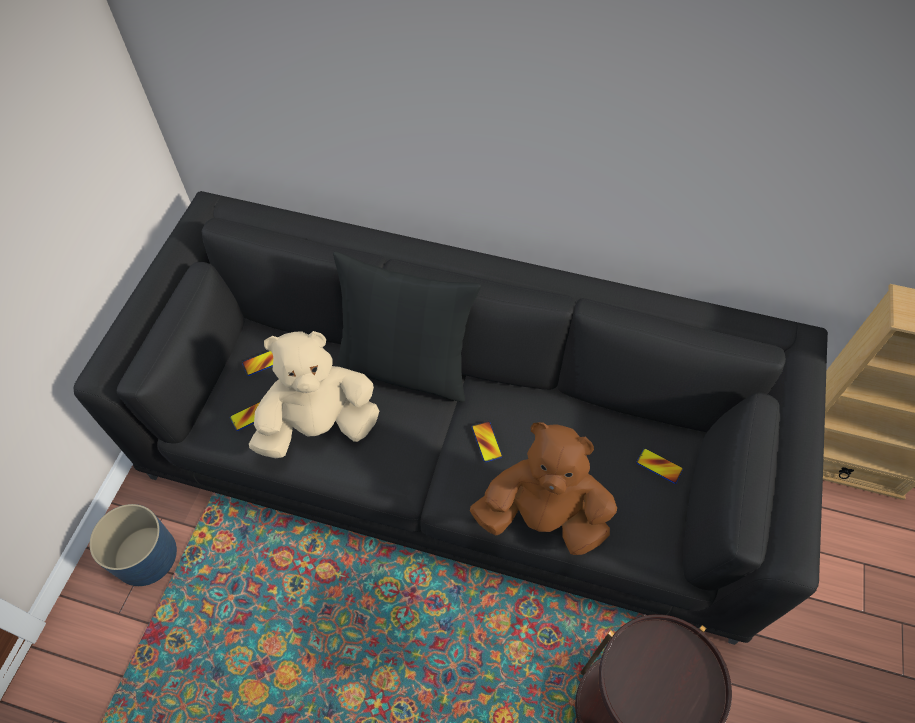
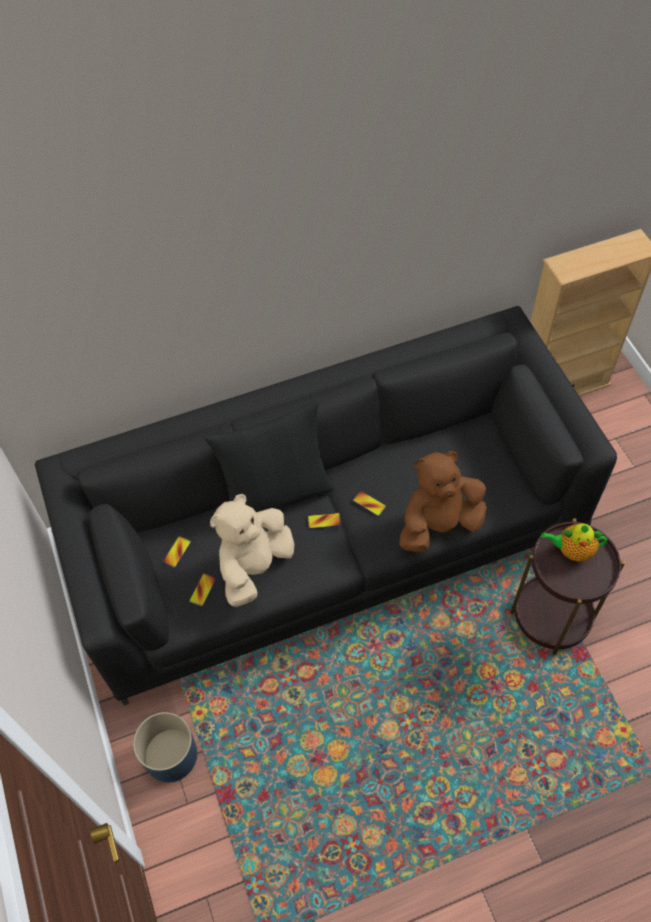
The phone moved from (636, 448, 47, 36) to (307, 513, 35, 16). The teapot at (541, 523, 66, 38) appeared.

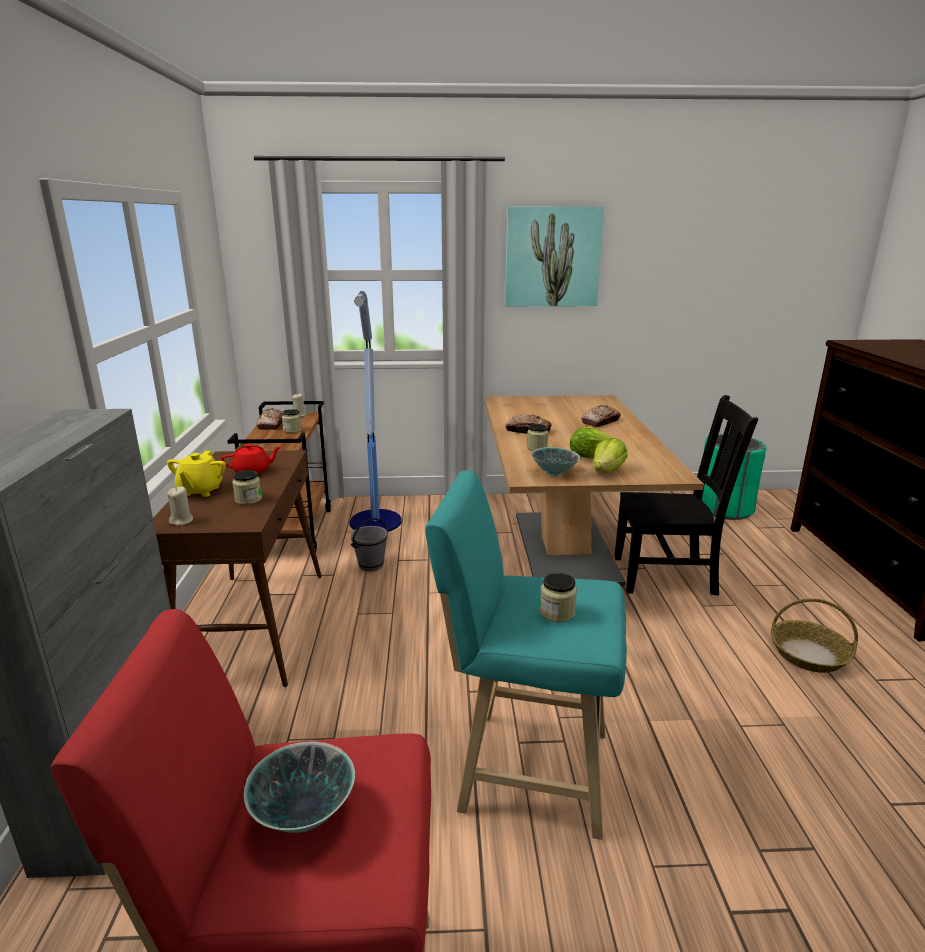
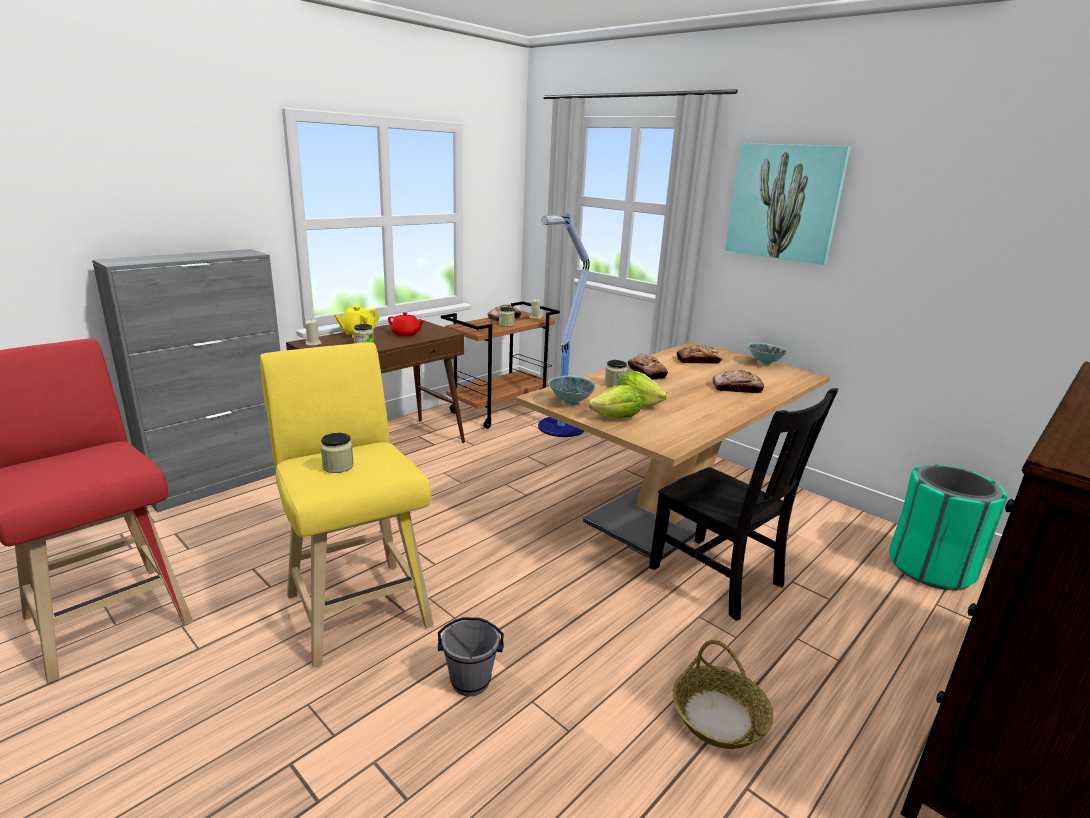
The turquoise stool at (425, 470, 202, 370) became the yellow stool at (260, 342, 174, 326). The grey bucket moved from (351, 518, 37, 54) to (438, 617, 66, 79). The bread at (677, 345, 45, 19) appeared. The bowl moved from (244, 742, 111, 91) to (748, 343, 40, 23).

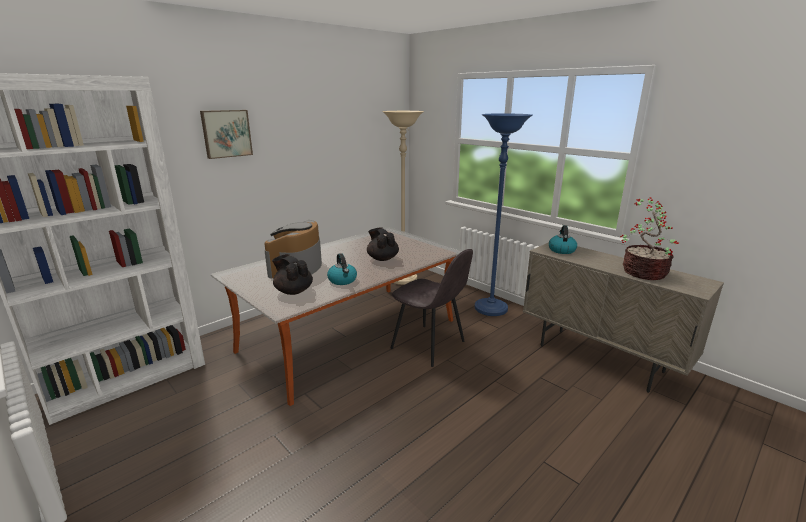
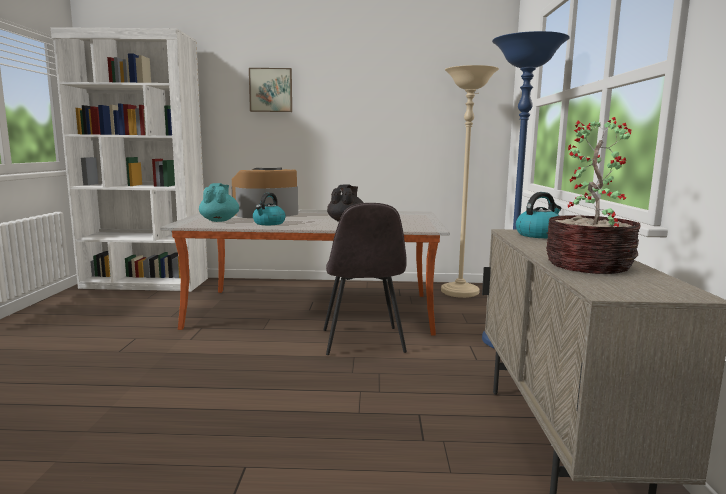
The black teapot at (272, 254, 41, 41) became the turquoise teapot at (199, 183, 40, 39).

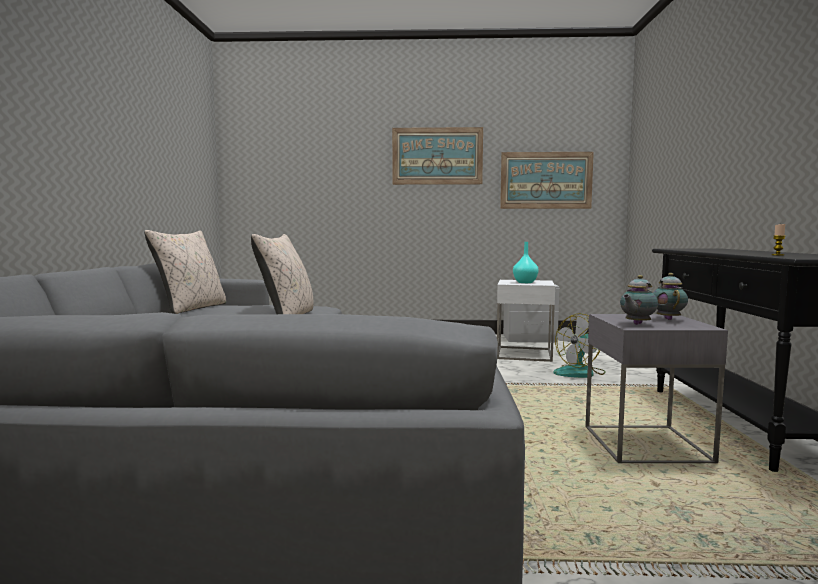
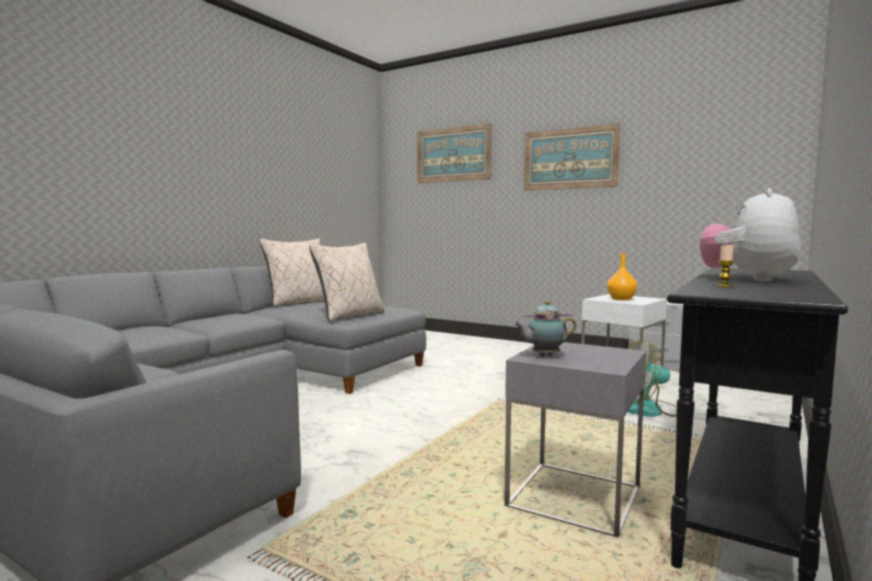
The picture moved from (500, 152, 94, 57) to (417, 123, 75, 60). The turquoise vase at (513, 242, 26, 41) became the orange vase at (607, 253, 30, 47). The plush toy at (700, 188, 101, 94) appeared. The teapot at (653, 273, 35, 47) disappeared.

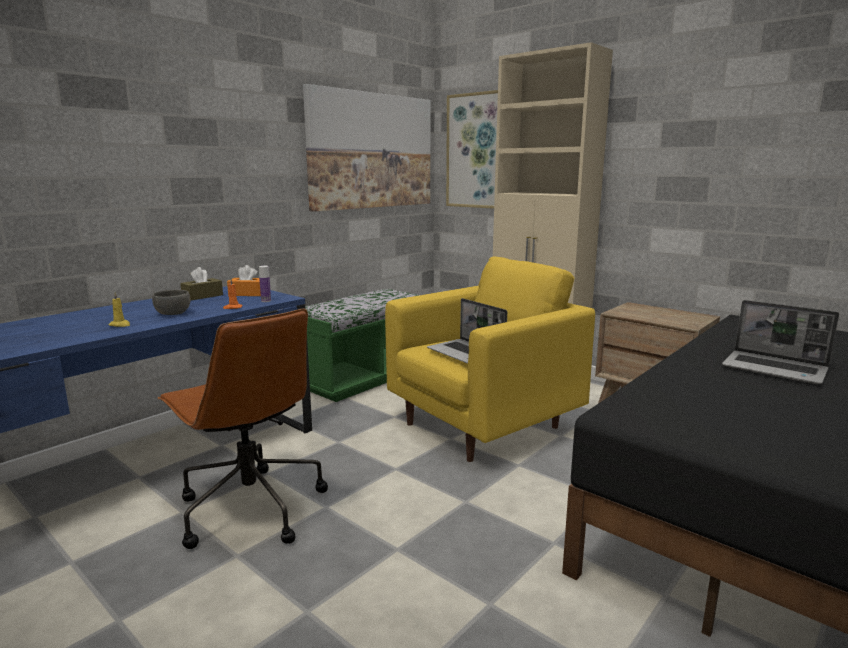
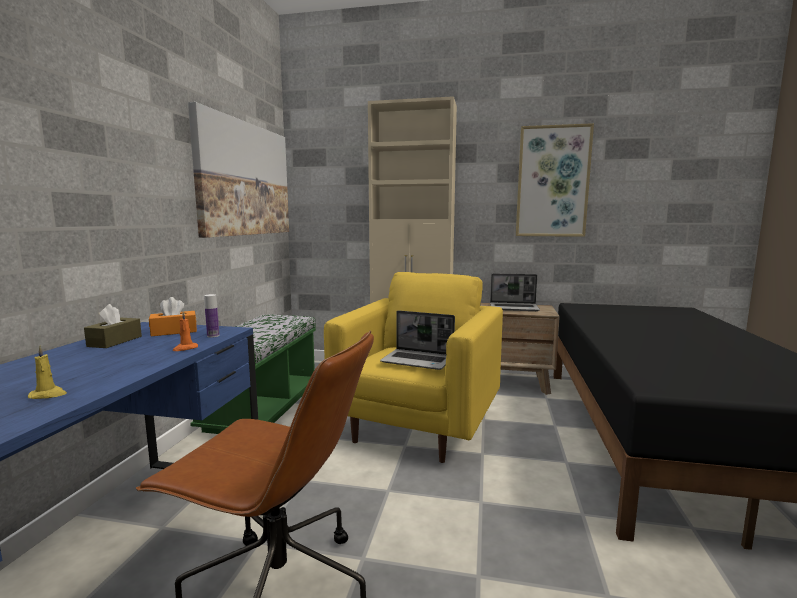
The laptop moved from (722, 300, 117, 84) to (490, 273, 50, 38). The picture moved from (446, 90, 52, 119) to (516, 123, 78, 114). The grey bowl at (152, 290, 38, 25) disappeared.

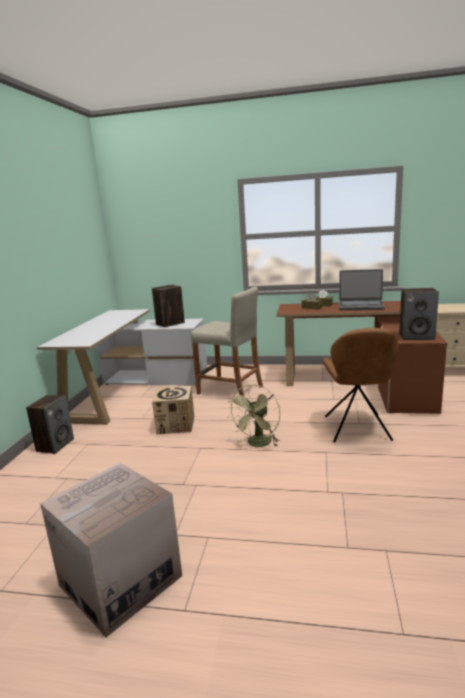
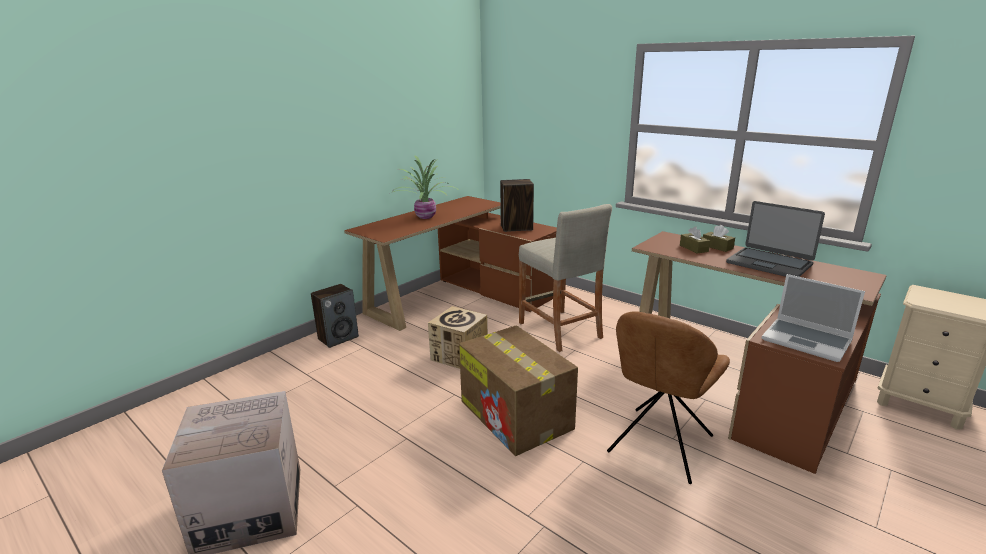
The white desk at (37, 309, 170, 116) became the brown desk at (344, 196, 213, 135). The potted plant at (391, 155, 66, 64) appeared. The green fan at (228, 384, 52, 63) was replaced by the cardboard box at (459, 326, 119, 130). The speaker at (399, 288, 40, 52) was replaced by the laptop at (762, 274, 103, 88).

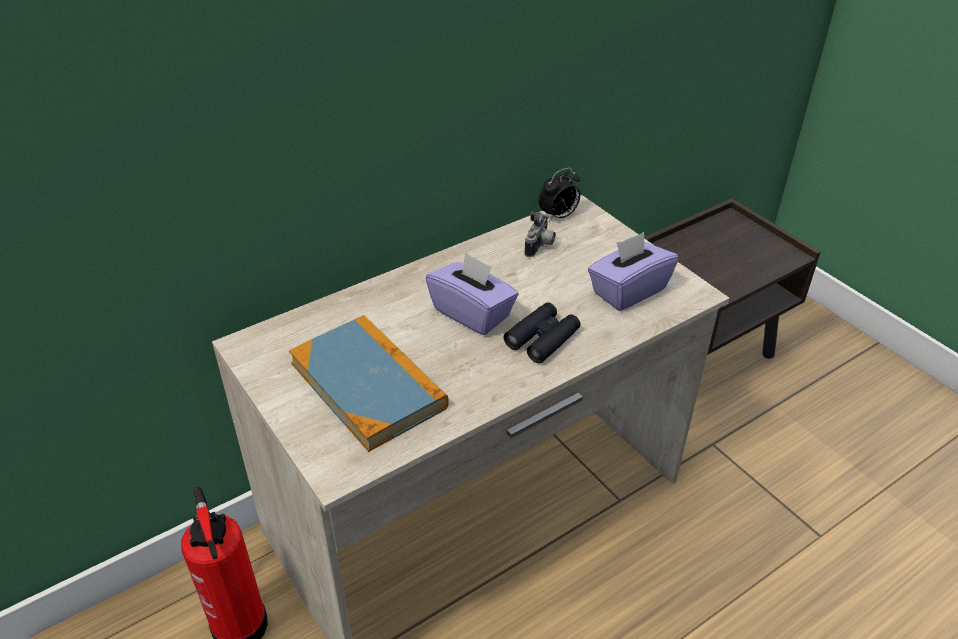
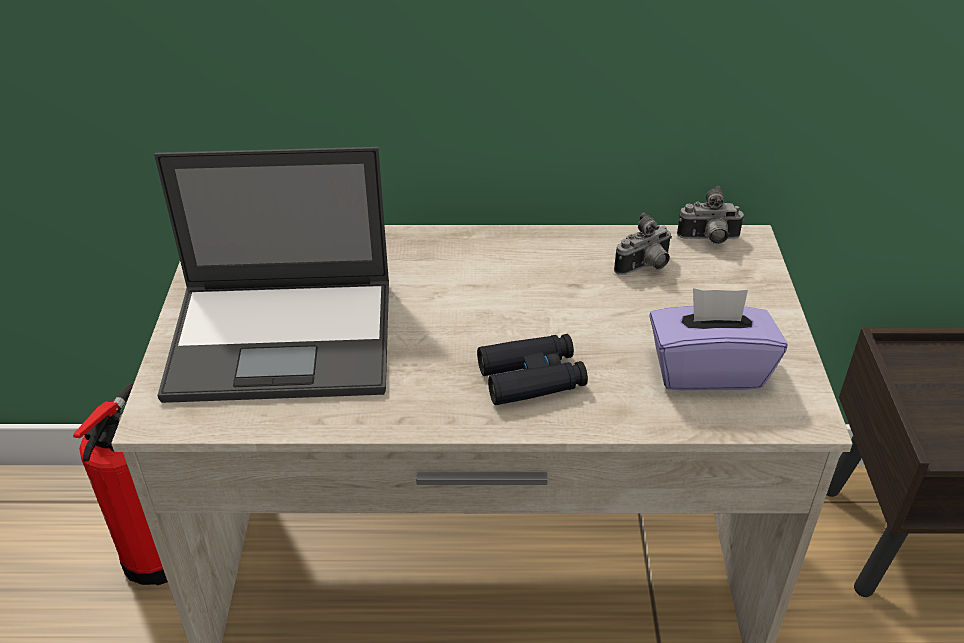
The book at (289, 315, 160, 137) was replaced by the laptop at (154, 147, 235, 256). The alarm clock at (538, 168, 42, 54) was replaced by the photo camera at (677, 186, 67, 58). The purple tissue box at (426, 253, 93, 82) disappeared.

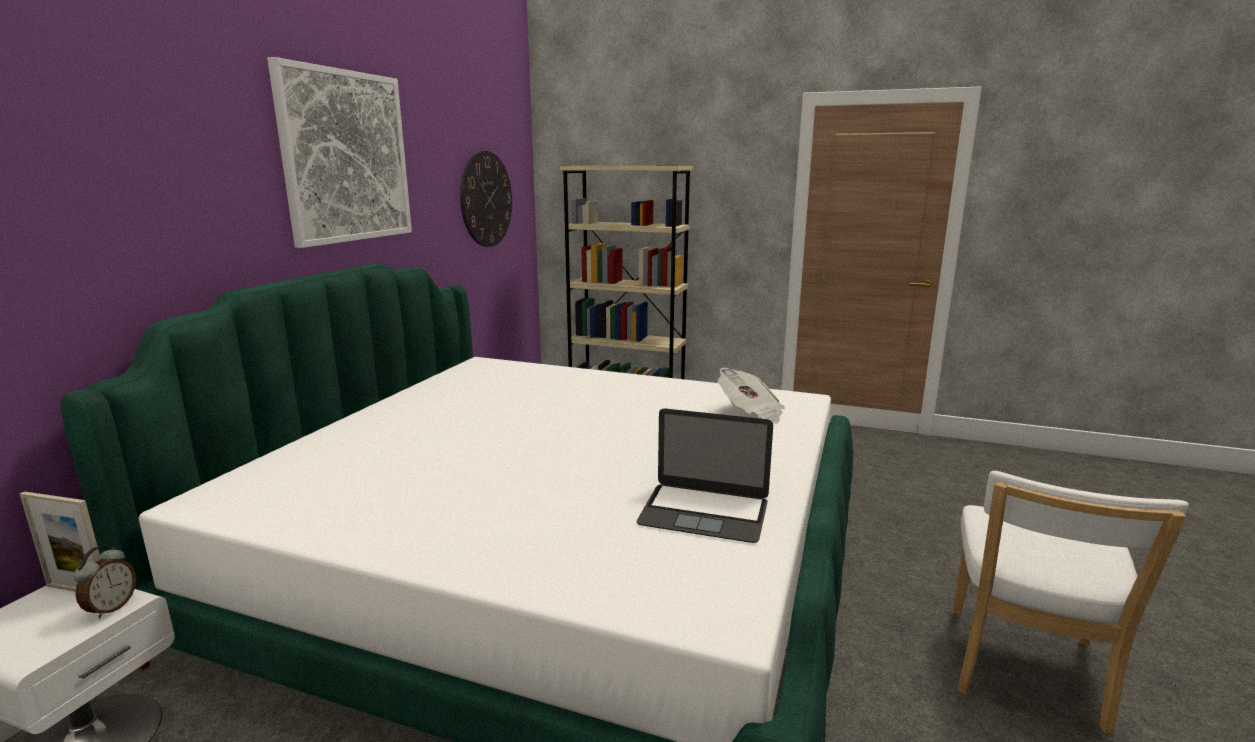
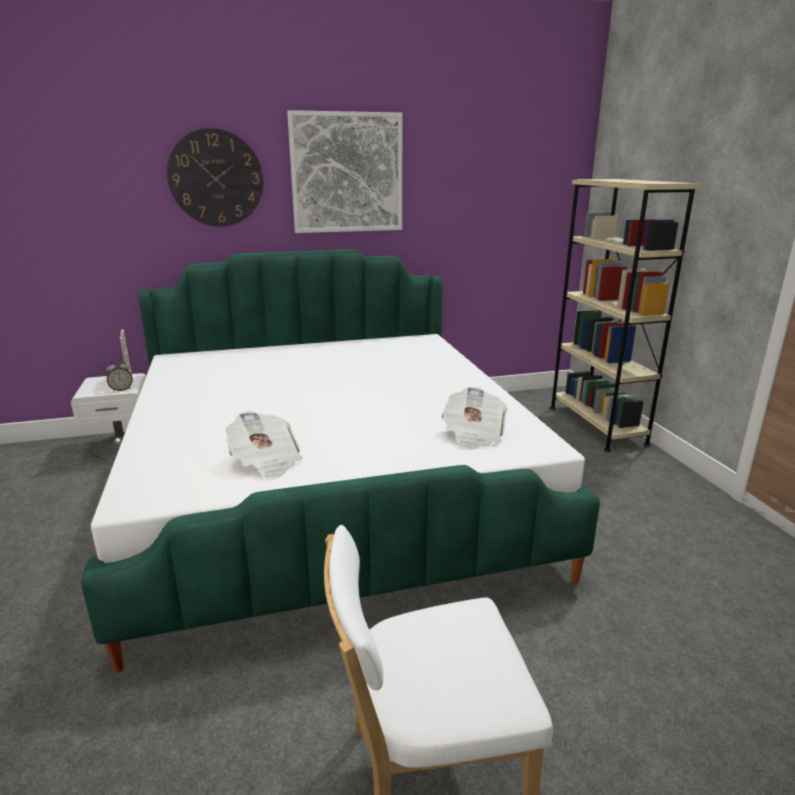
The wall clock moved from (460, 151, 52, 96) to (167, 128, 96, 98). The laptop at (637, 408, 136, 135) was replaced by the newspaper at (225, 411, 78, 69).

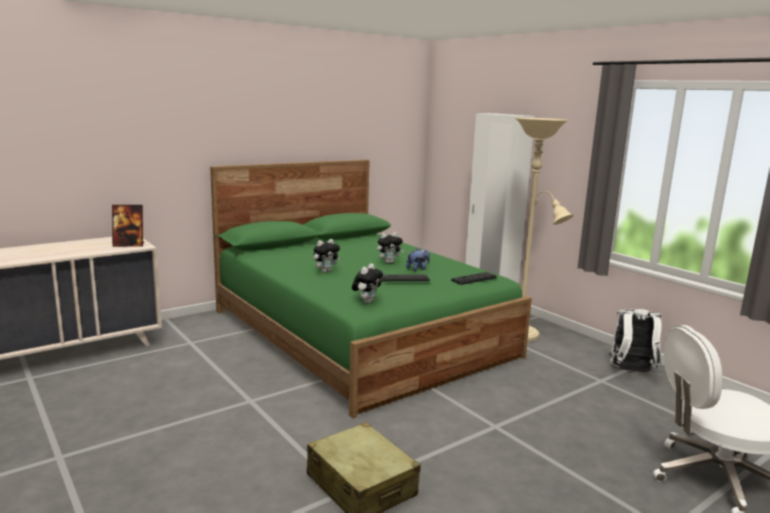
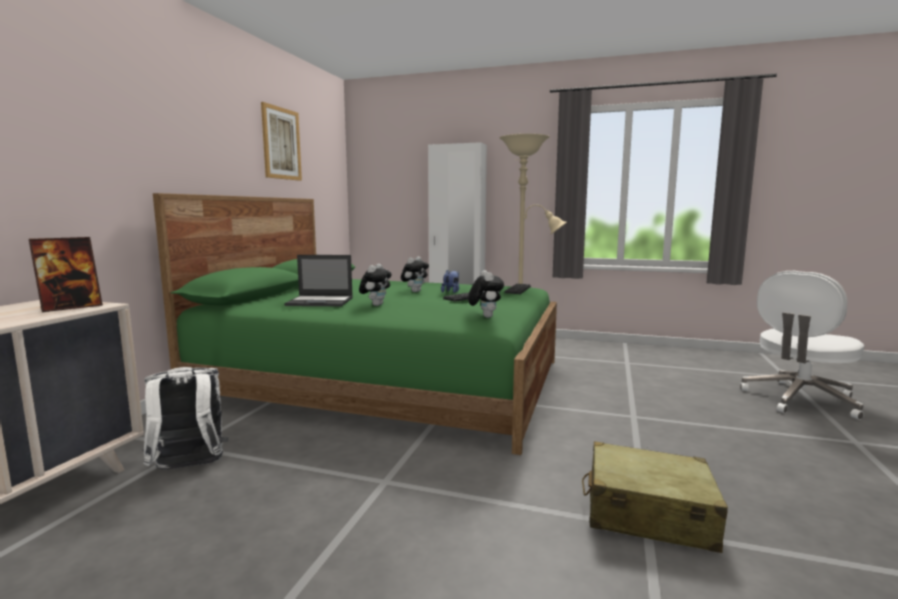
The white backpack moved from (609, 309, 53, 63) to (143, 367, 85, 103). The picture at (261, 102, 41, 79) appeared. The laptop at (284, 255, 69, 51) appeared.

